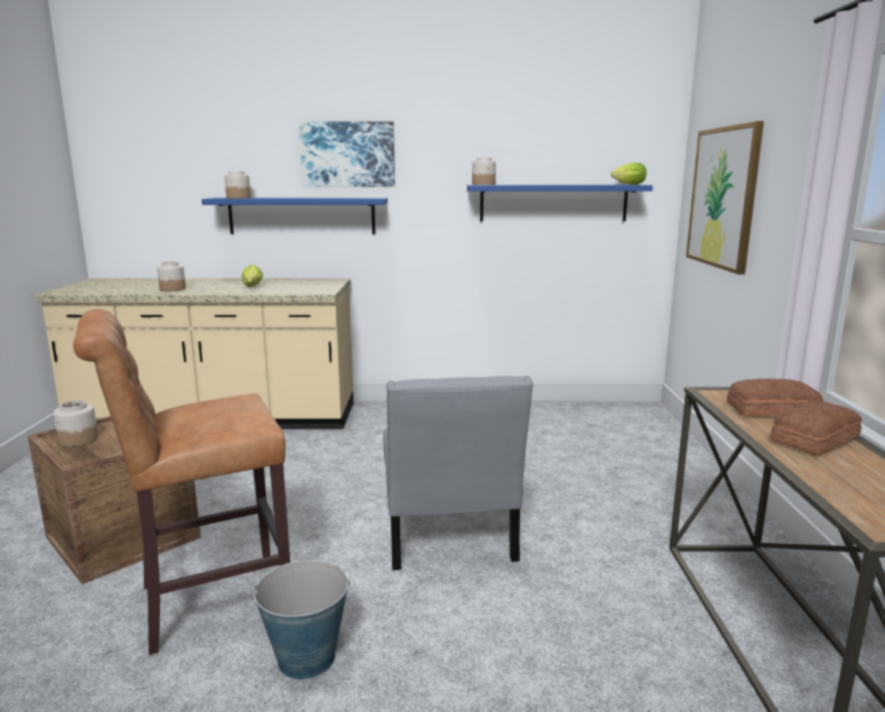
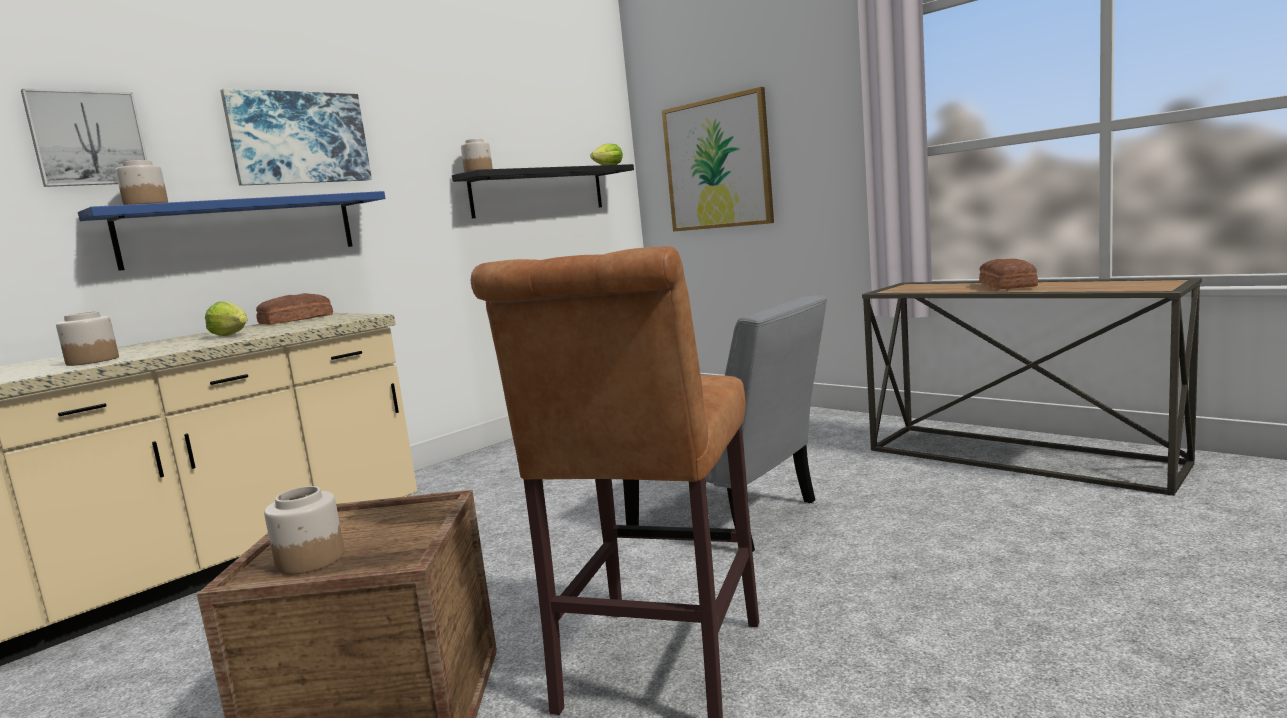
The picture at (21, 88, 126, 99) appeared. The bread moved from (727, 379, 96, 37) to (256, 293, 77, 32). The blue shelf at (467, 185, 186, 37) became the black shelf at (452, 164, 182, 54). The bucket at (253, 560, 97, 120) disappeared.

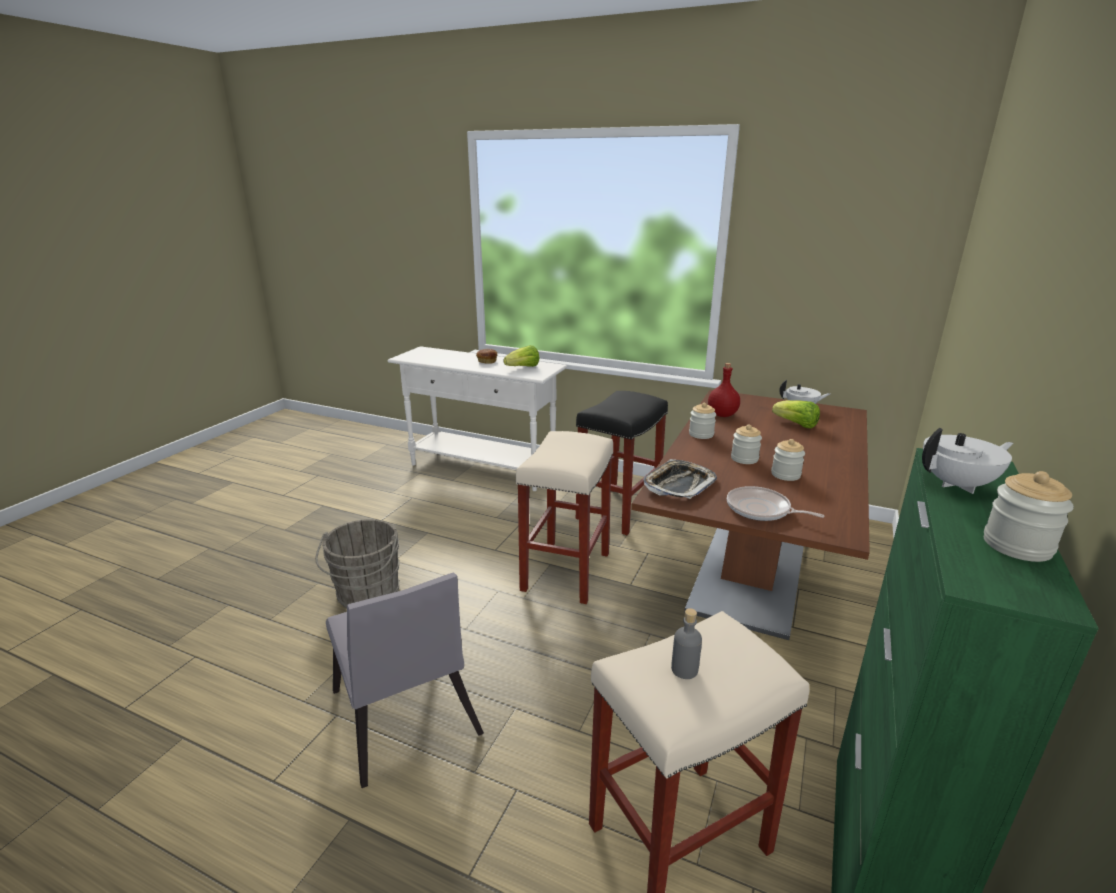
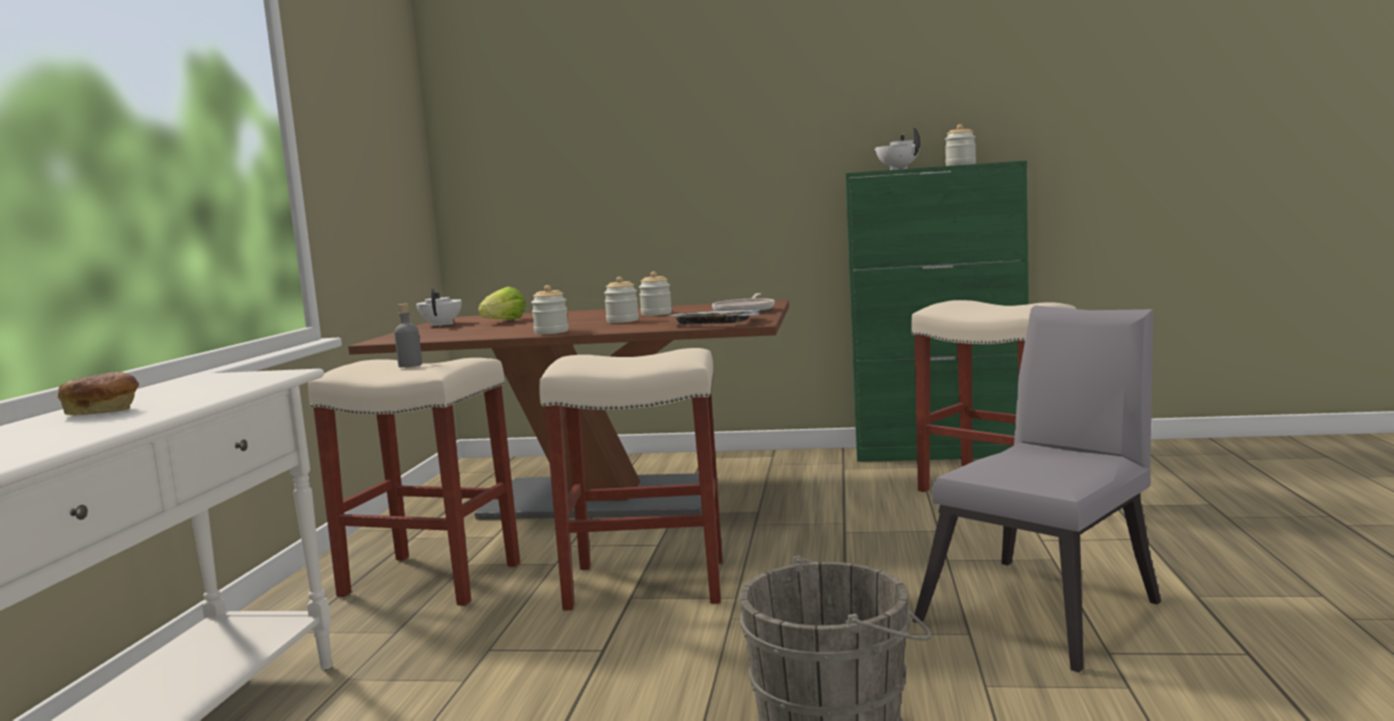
The black stool at (576, 391, 92, 144) became the beige stool at (308, 358, 212, 248). The grey bottle moved from (671, 608, 31, 71) to (394, 304, 28, 64). The lettuce at (504, 345, 35, 22) disappeared. The red bottle at (708, 363, 32, 54) disappeared.

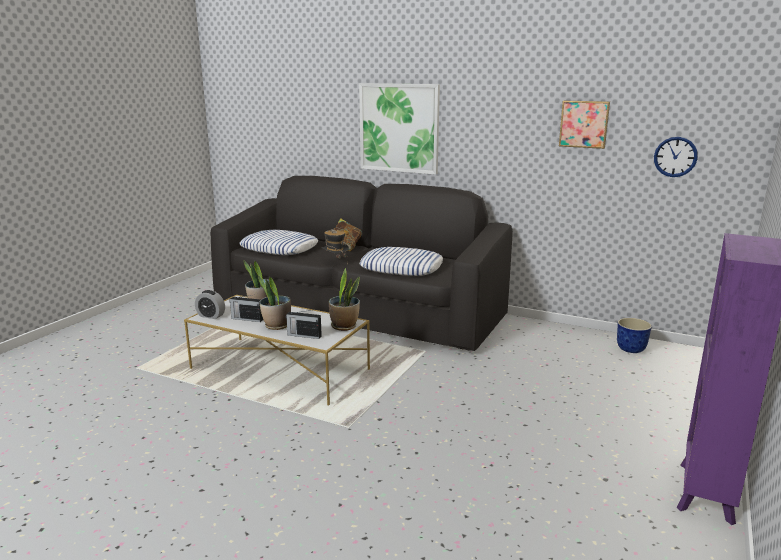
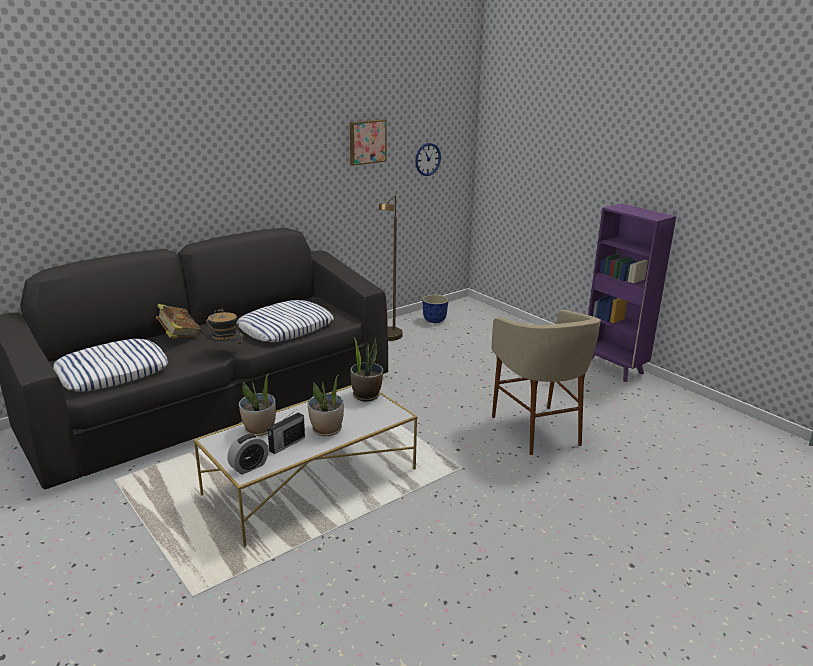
The brown floor lamp at (379, 195, 24, 146) appeared. The beige stool at (492, 310, 109, 145) appeared. The radio at (286, 310, 36, 29) disappeared. The picture at (359, 83, 81, 92) disappeared.

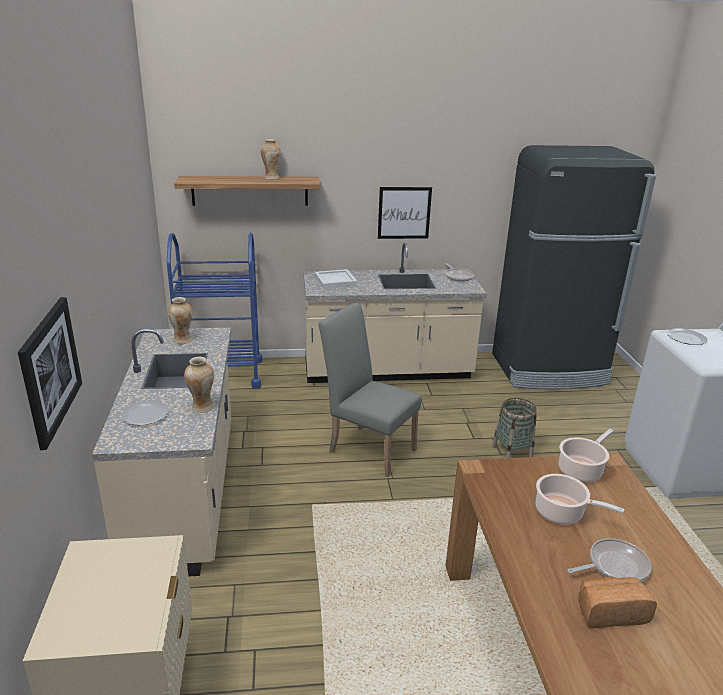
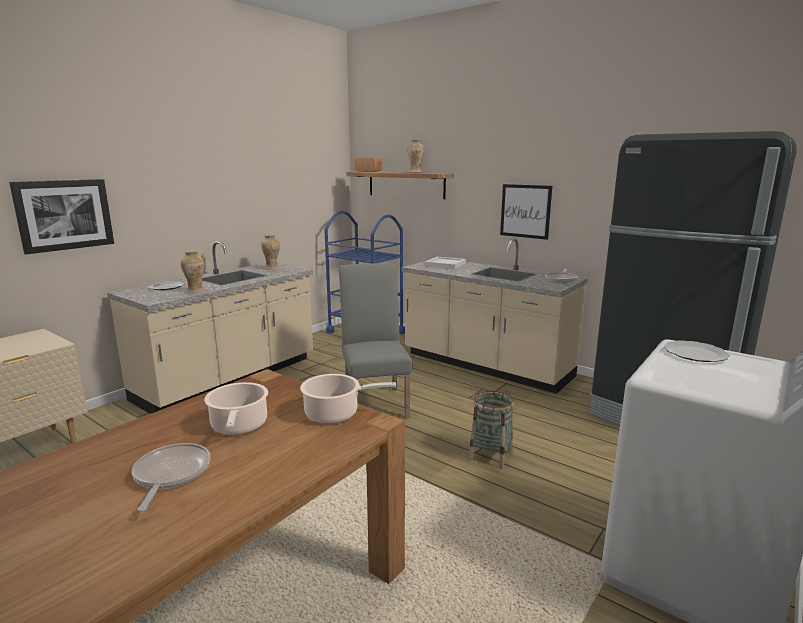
The frying pan at (567, 538, 85, 44) turned 120 degrees counterclockwise. The bread moved from (578, 577, 79, 51) to (355, 157, 27, 15).

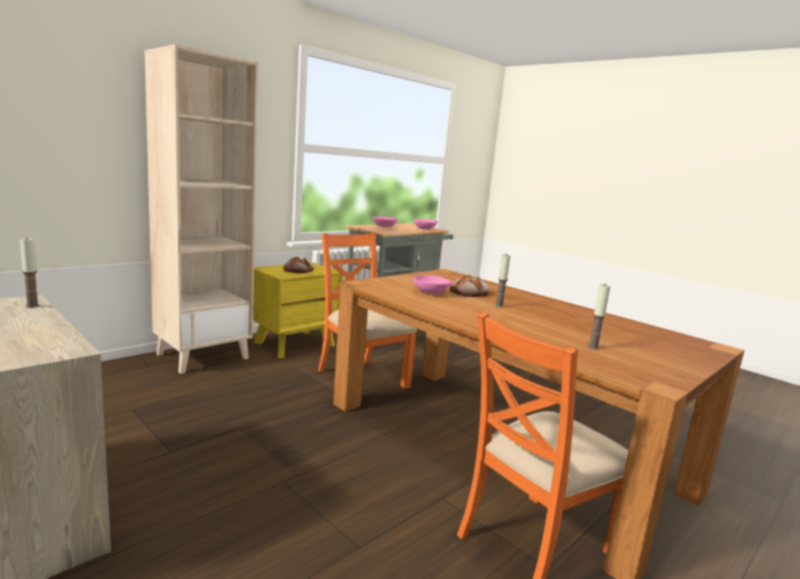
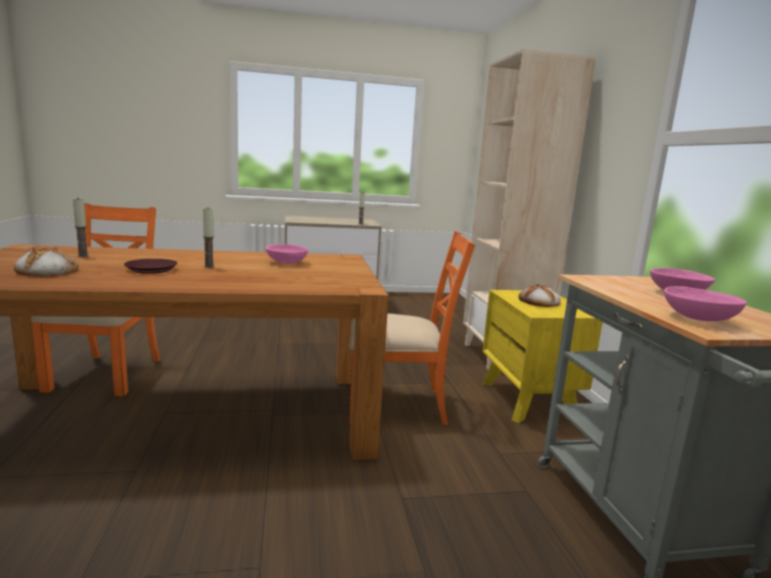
The bread moved from (450, 275, 40, 22) to (14, 247, 65, 29). The brown plate at (124, 259, 54, 15) appeared.

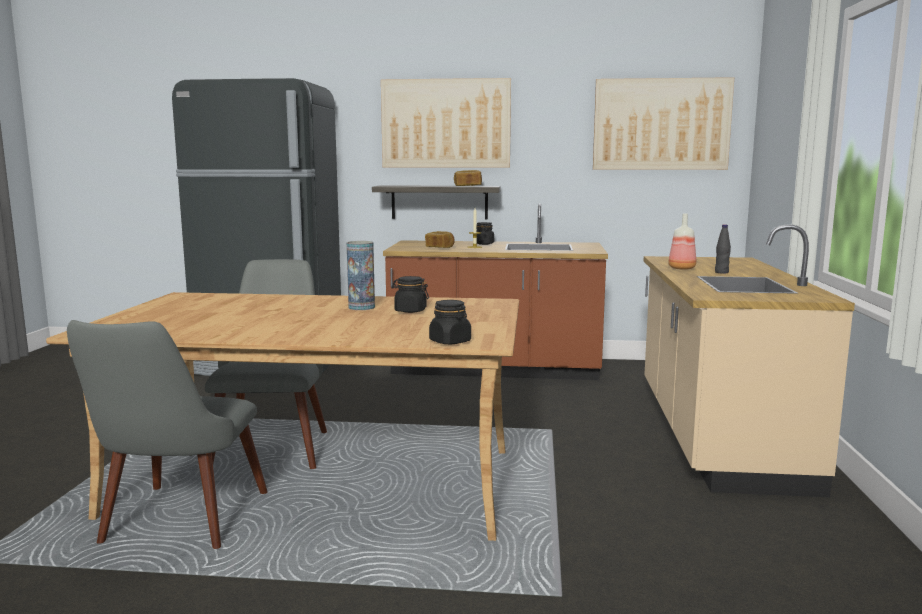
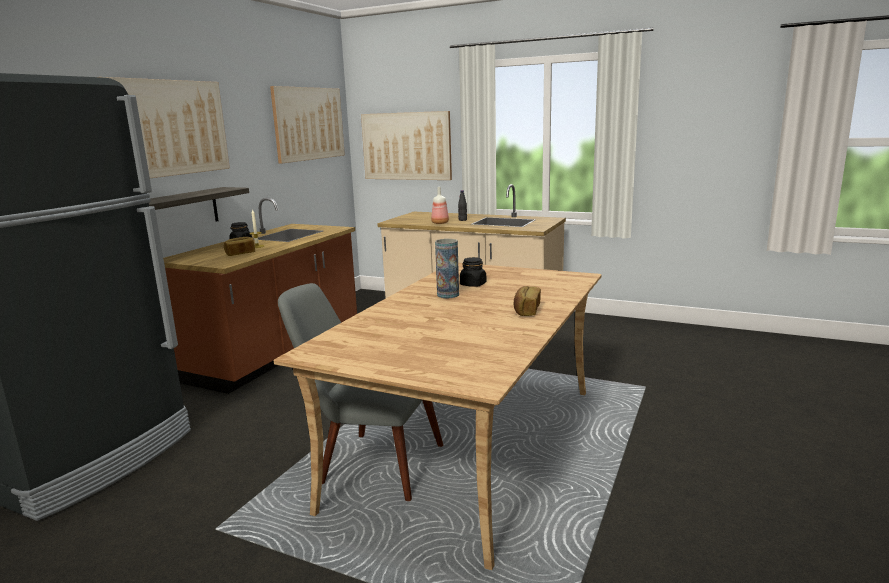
The picture at (361, 111, 91, 69) appeared. The bread moved from (454, 170, 28, 16) to (514, 286, 27, 30). The grey chair at (67, 320, 201, 229) disappeared. The black jar at (429, 300, 42, 44) disappeared.

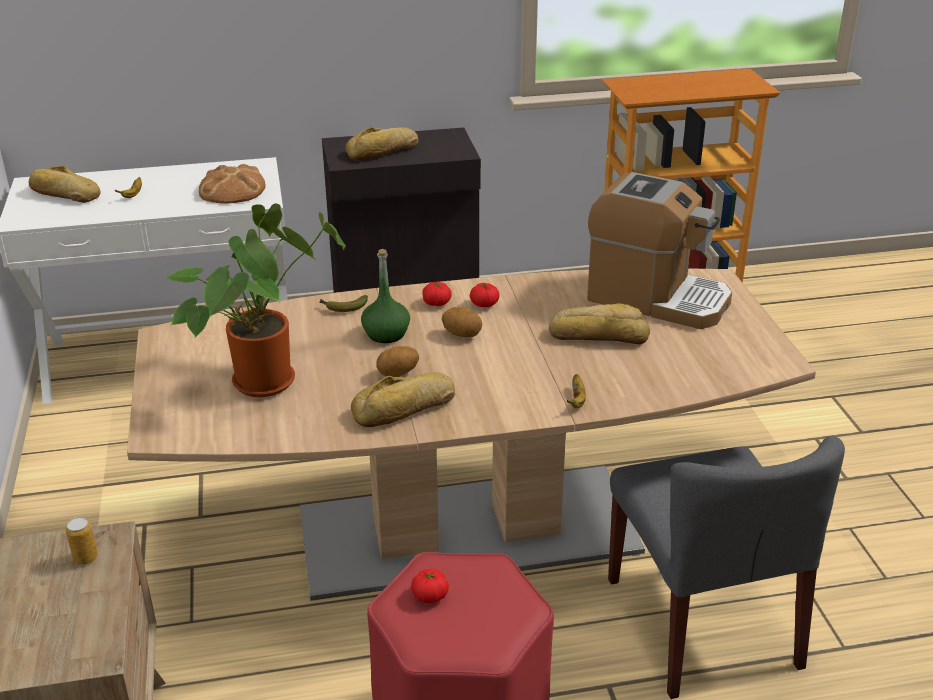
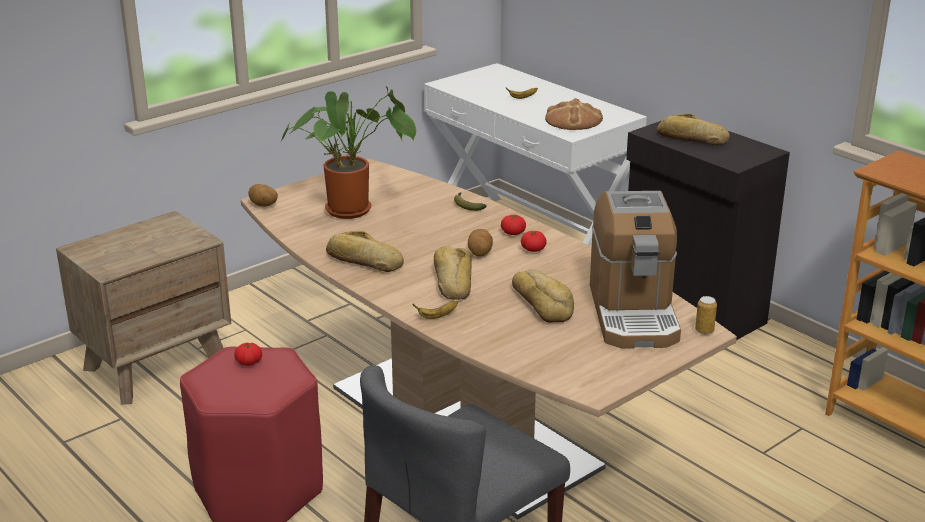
The potato moved from (376, 346, 43, 31) to (248, 184, 30, 22). The bread moved from (29, 166, 71, 37) to (434, 245, 38, 55). The can moved from (66, 517, 32, 48) to (695, 296, 22, 38). The green bottle at (361, 249, 49, 94) disappeared.

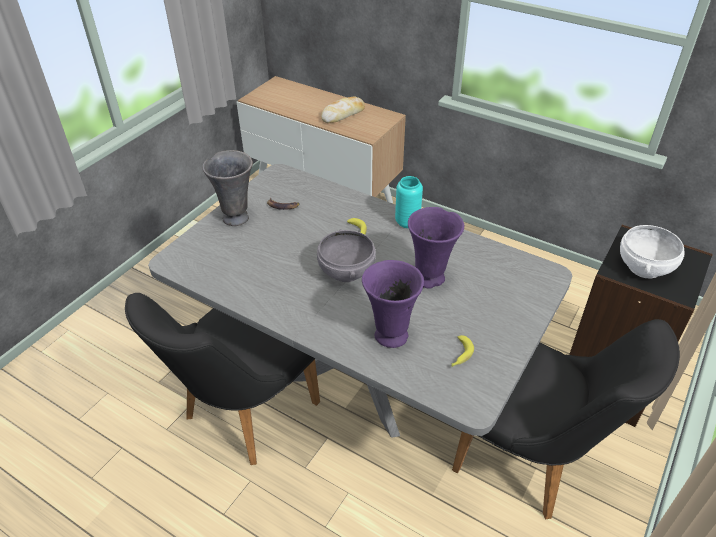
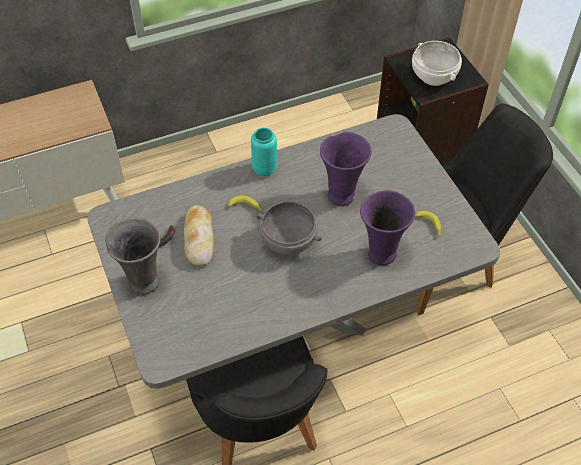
The bread moved from (321, 97, 44, 26) to (184, 205, 30, 61).

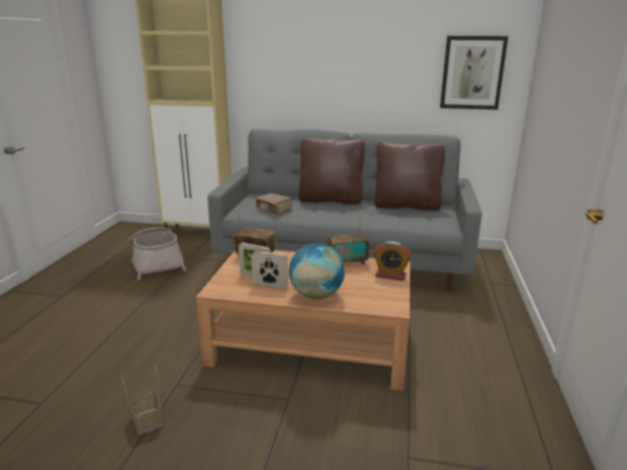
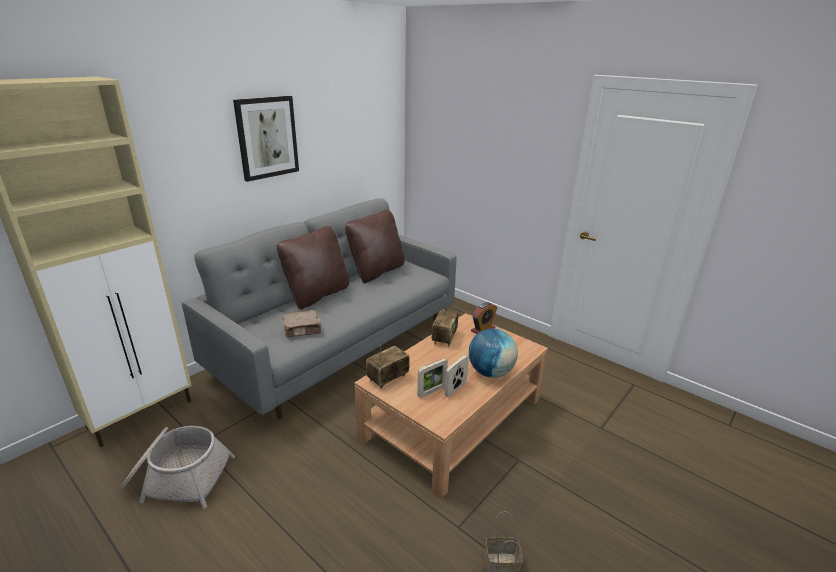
The picture moved from (440, 36, 68, 74) to (233, 96, 66, 86).

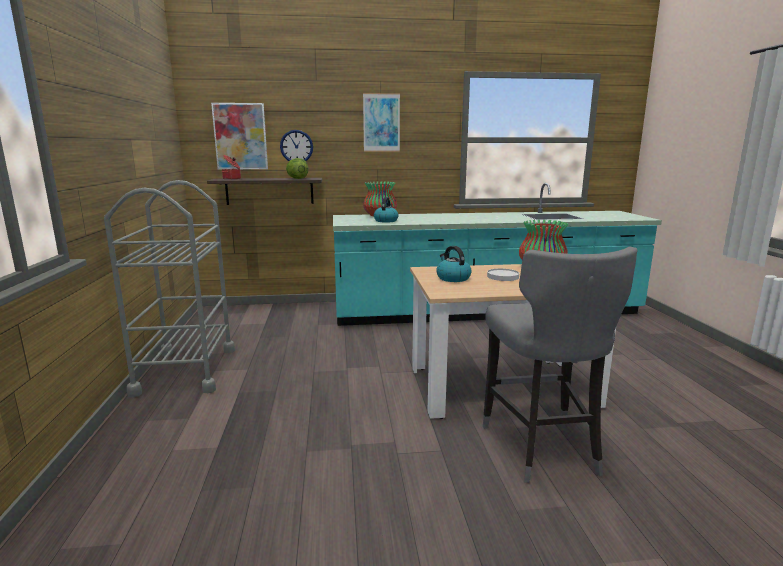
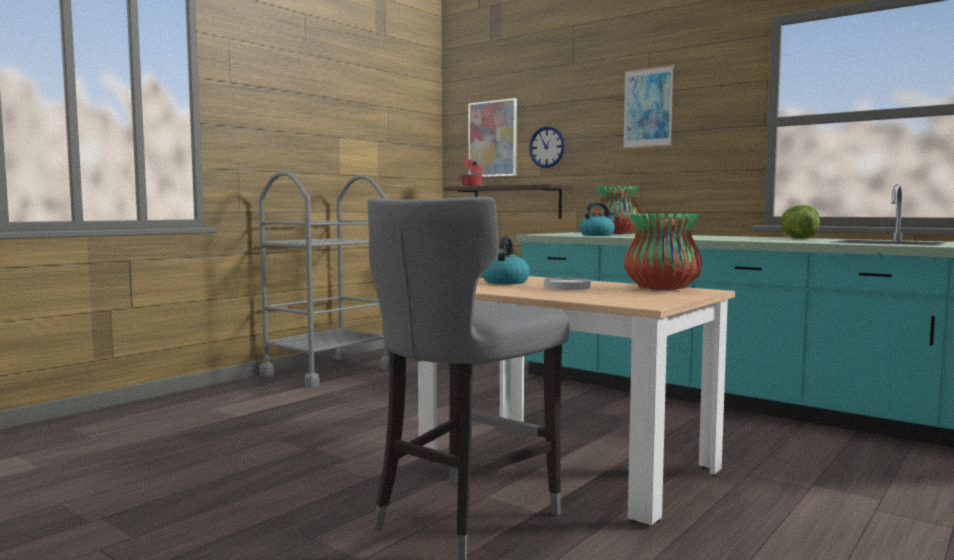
The lettuce moved from (286, 158, 22, 21) to (781, 205, 39, 33).

